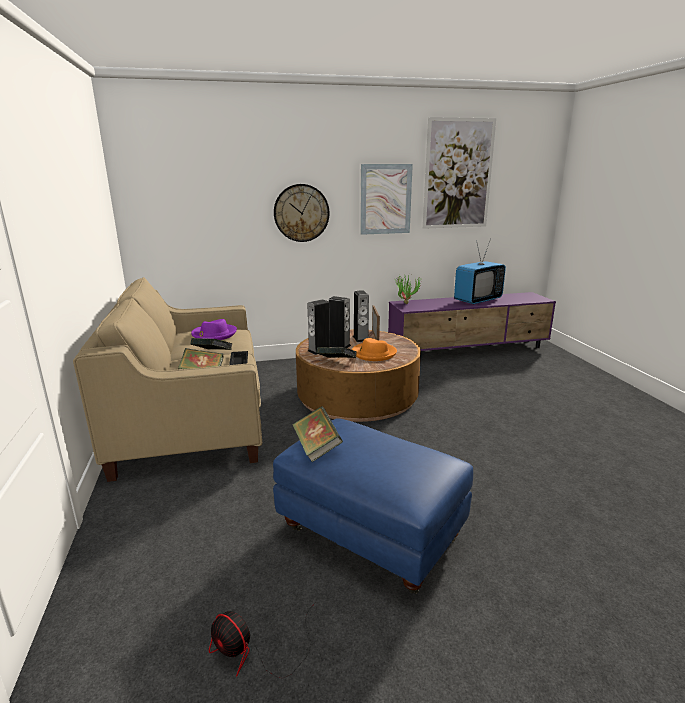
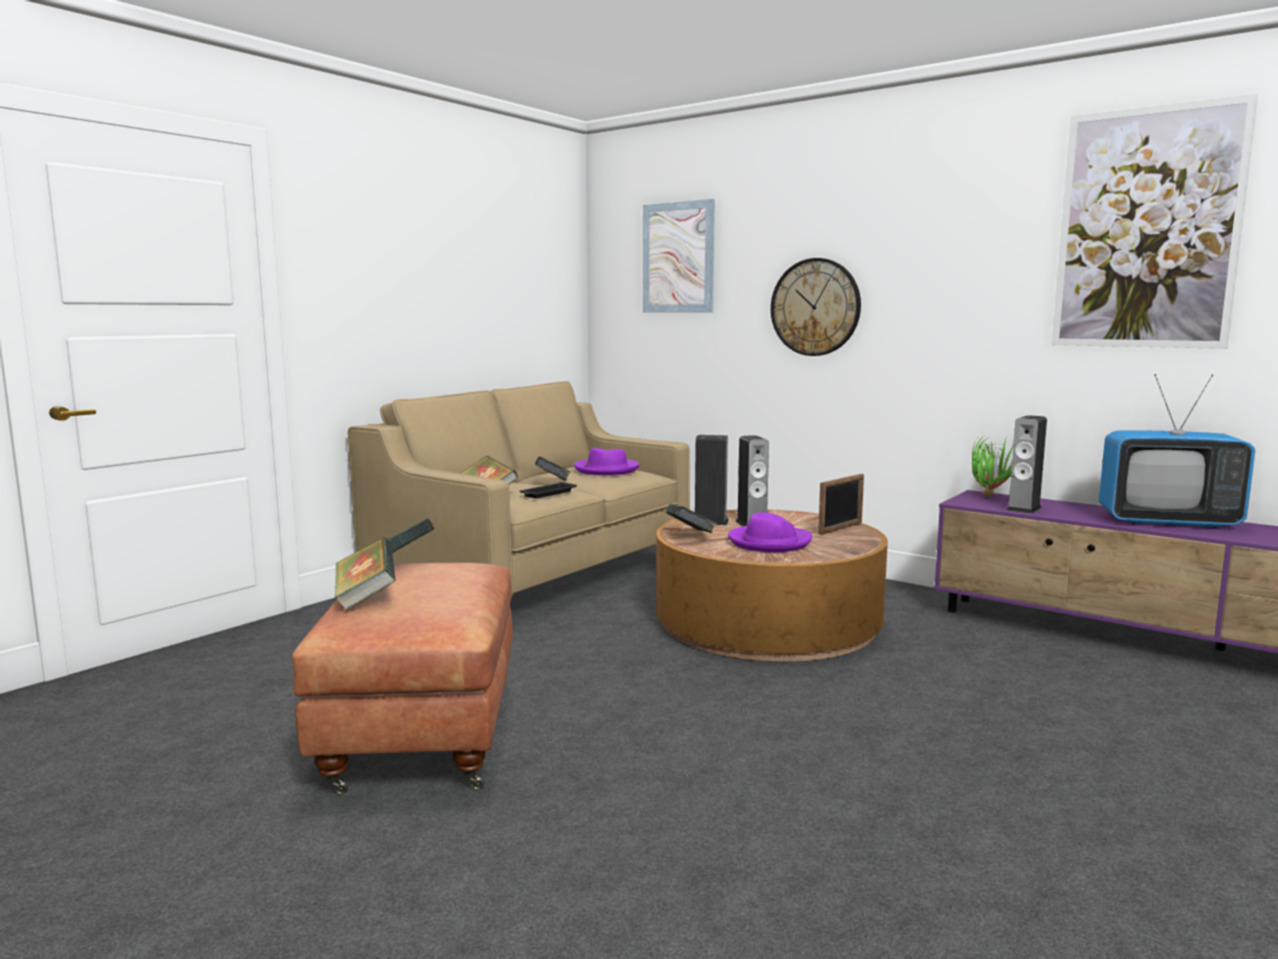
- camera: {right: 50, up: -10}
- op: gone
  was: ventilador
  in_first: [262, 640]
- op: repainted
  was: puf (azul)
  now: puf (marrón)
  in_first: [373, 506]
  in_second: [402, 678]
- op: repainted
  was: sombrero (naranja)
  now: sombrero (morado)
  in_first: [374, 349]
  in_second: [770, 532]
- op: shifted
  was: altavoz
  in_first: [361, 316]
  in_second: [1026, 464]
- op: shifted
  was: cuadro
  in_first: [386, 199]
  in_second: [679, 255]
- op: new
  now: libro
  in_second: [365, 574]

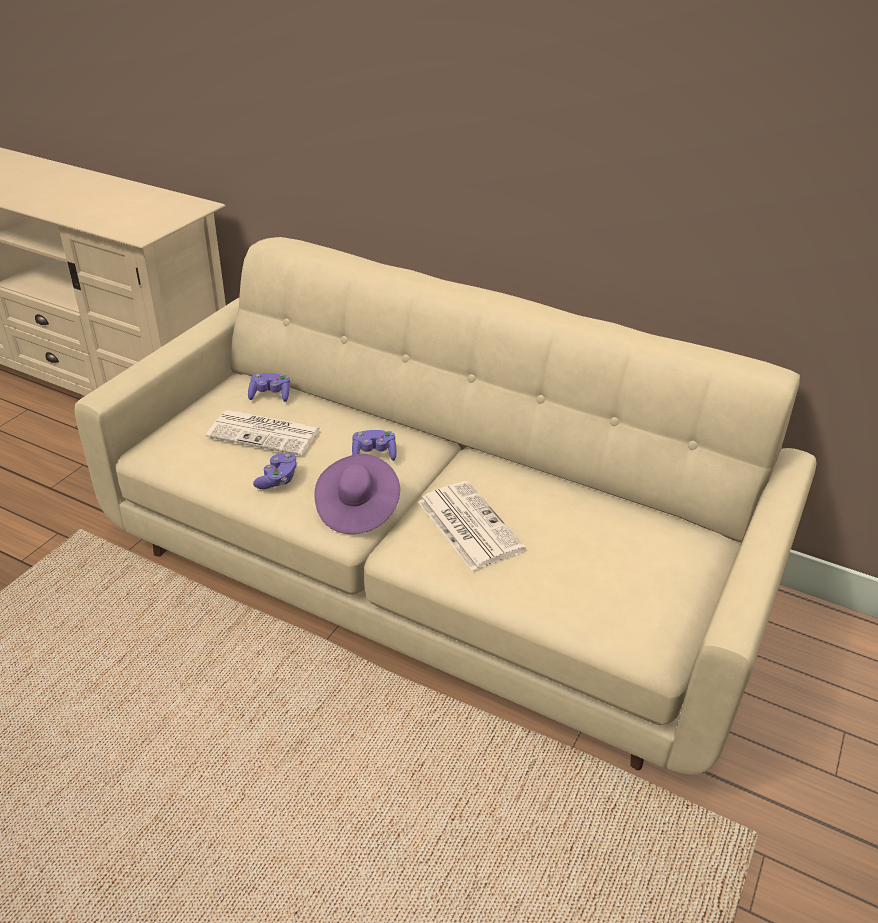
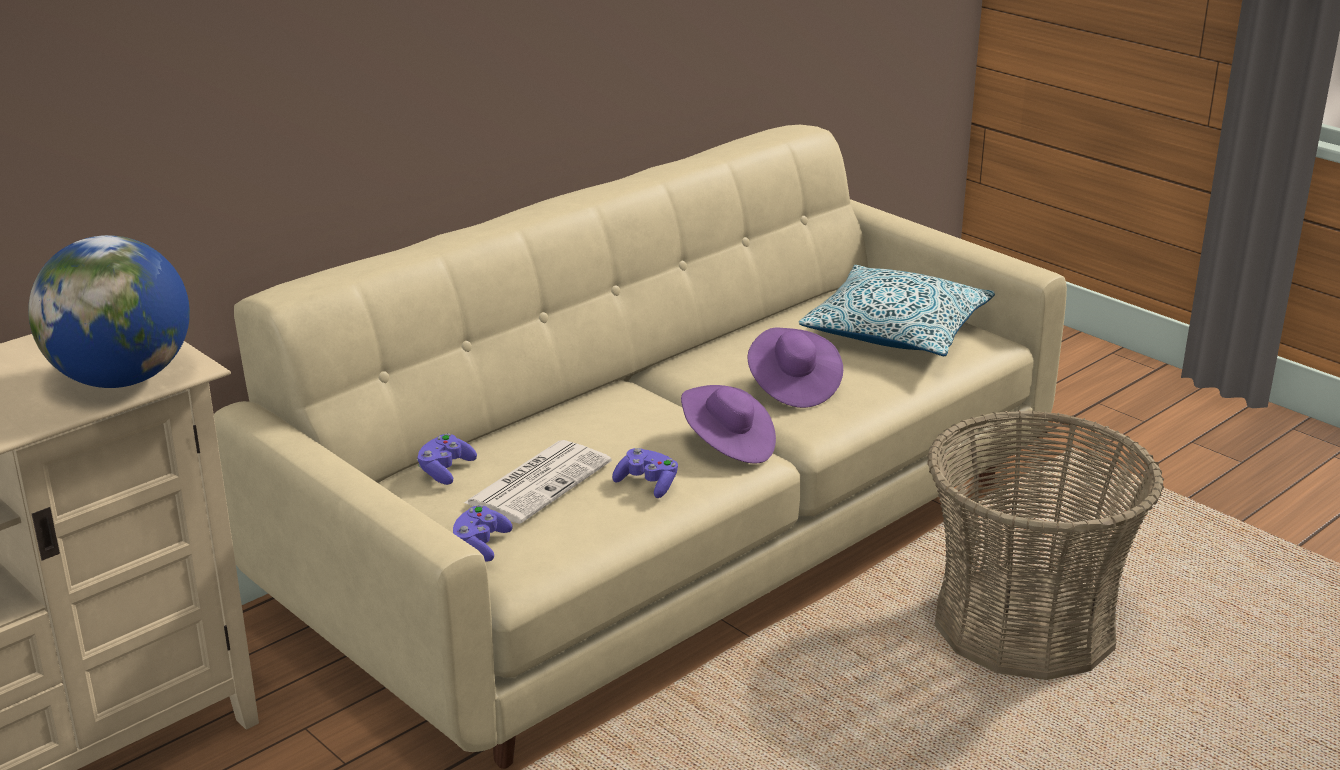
- camera: {right: -70, up: -10}
- op: shifted
  was: mando de consola (morado)
  in_first: [374, 445]
  in_second: [483, 533]
- op: swapped
  was: periódico
  now: sombrero (morado)
  in_first: [472, 526]
  in_second: [795, 368]
- op: new
  now: globo terráqueo
  in_second: [109, 311]
- op: new
  now: cojín
  in_second: [897, 310]
- op: new
  now: cesta
  in_second: [1045, 545]

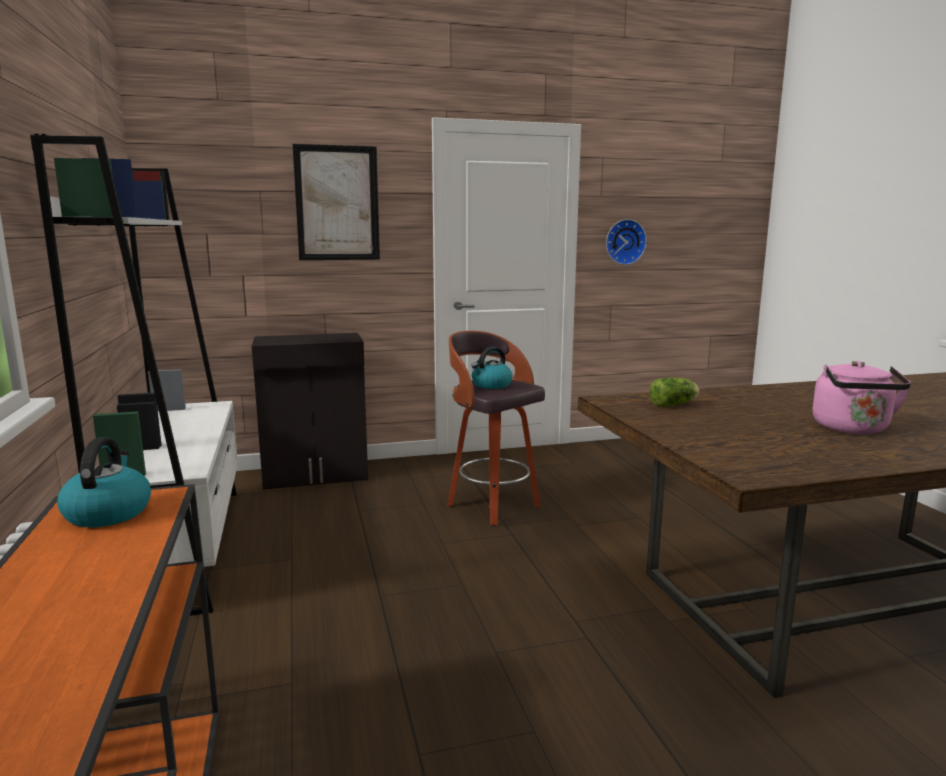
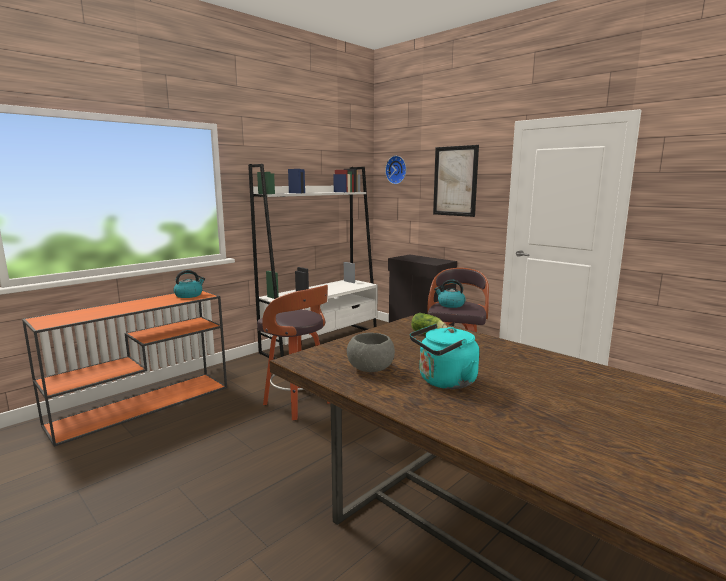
- camera: {right: 60, up: 0}
- op: shifted
  was: reloj de pared
  in_first: [626, 242]
  in_second: [395, 170]
- op: repainted
  was: hervidor (rosa)
  now: hervidor (turquesa)
  in_first: [862, 397]
  in_second: [444, 356]
- op: new
  now: taburete
  in_second: [293, 353]
- op: new
  now: cuenco (gris)
  in_second: [371, 352]

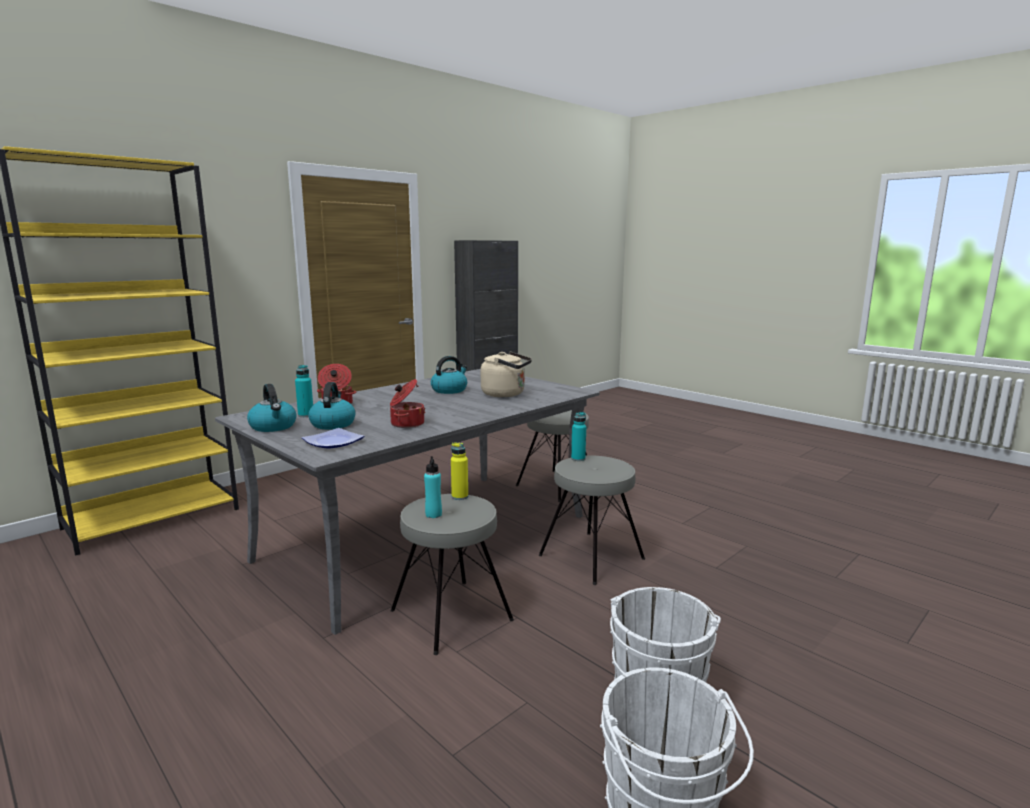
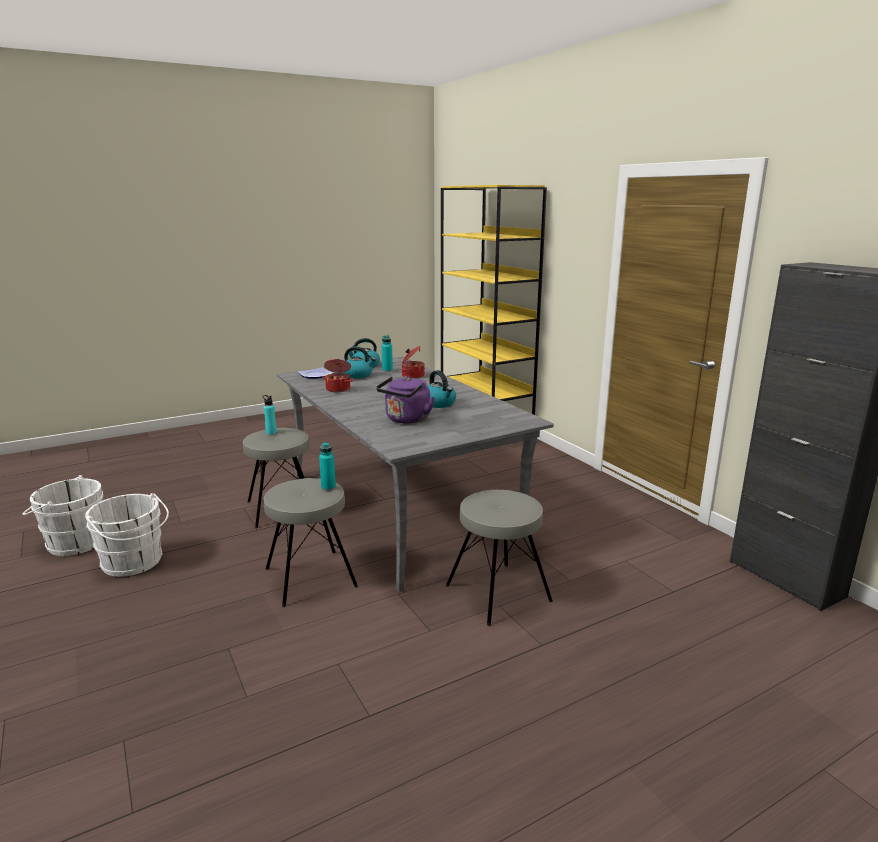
- camera: {right: 105, up: 5}
- op: gone
  was: botella (amarillo)
  in_first: [459, 471]
- op: repainted
  was: hervidor (beis)
  now: hervidor (morado)
  in_first: [506, 374]
  in_second: [405, 400]

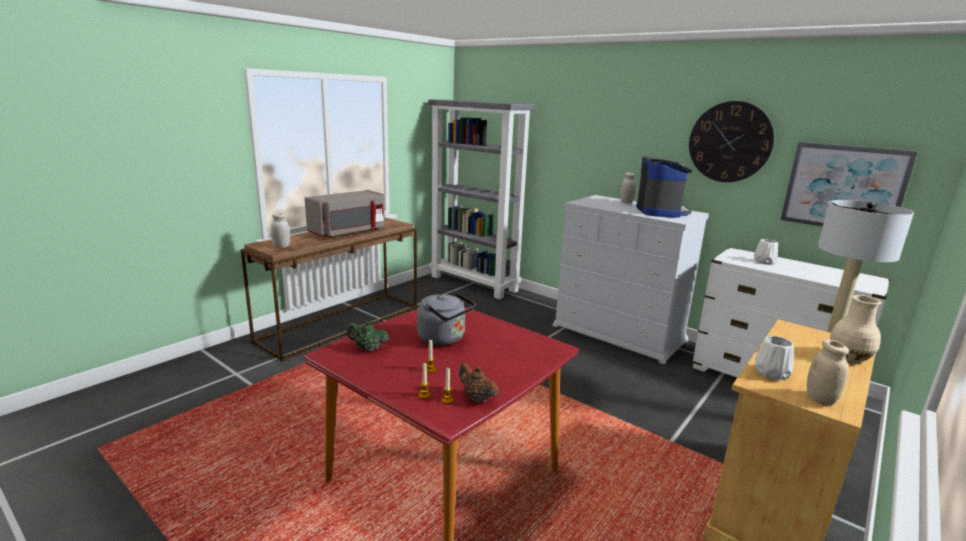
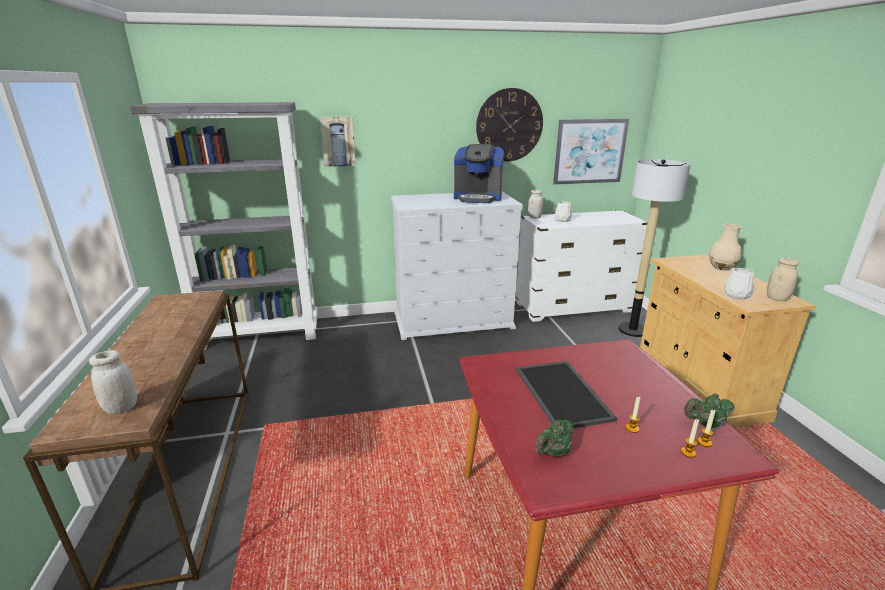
- camera: {right: -50, up: 5}
- op: gone
  was: microondas (gris)
  in_first: [345, 213]
- op: swapped
  was: hervidor (gris)
  now: bandeja
  in_first: [446, 319]
  in_second: [566, 394]
- op: repainted
  was: tetera (marrón)
  now: tetera (verde)
  in_first: [479, 383]
  in_second: [709, 411]
- op: shifted
  was: tarro (blanco)
  in_first: [628, 188]
  in_second: [535, 204]
- op: rotated
  was: cafetera
  in_first: [664, 187]
  in_second: [479, 173]
  clockwise: 150
- op: new
  now: cuadro
  in_second: [338, 141]

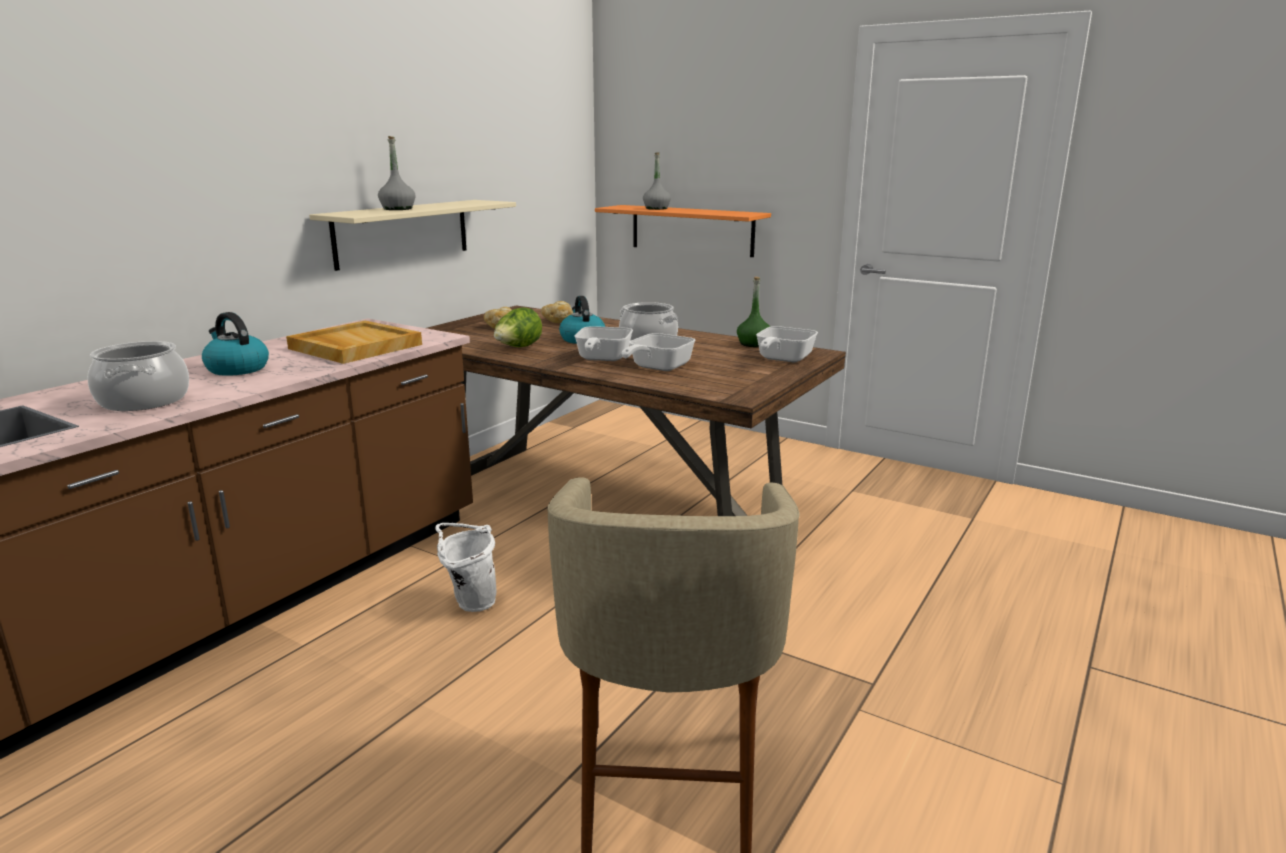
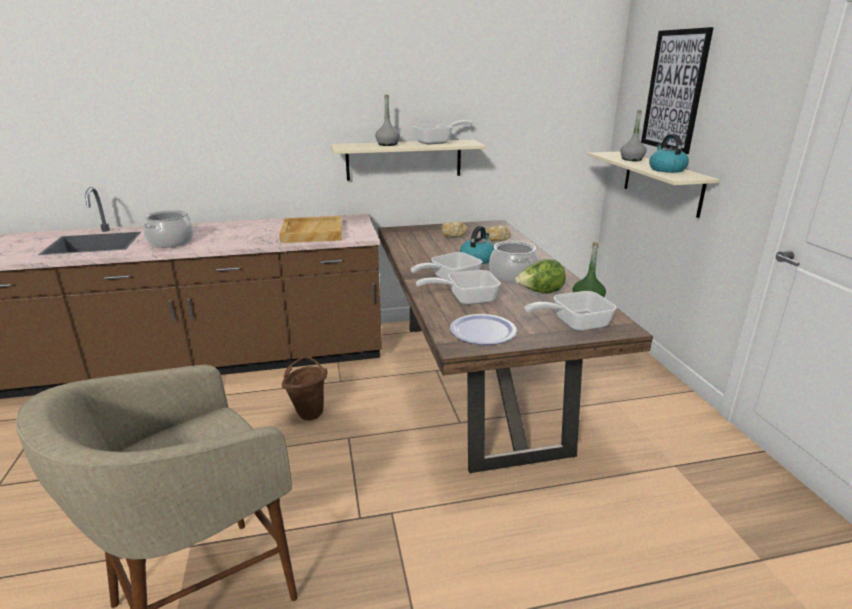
- camera: {right: 45, up: 5}
- op: shifted
  was: hervidor
  in_first: [235, 344]
  in_second: [669, 153]
- op: repainted
  was: cubo (blanco)
  now: cubo (marrón)
  in_first: [466, 567]
  in_second: [305, 389]
- op: shifted
  was: lechuga
  in_first: [518, 327]
  in_second: [540, 276]
- op: repainted
  was: estante (naranja)
  now: estante (beis)
  in_first: [683, 231]
  in_second: [653, 184]
- op: new
  now: sartén
  in_second: [442, 132]
- op: new
  now: plato
  in_second: [483, 329]
- op: new
  now: cuadro
  in_second: [677, 90]

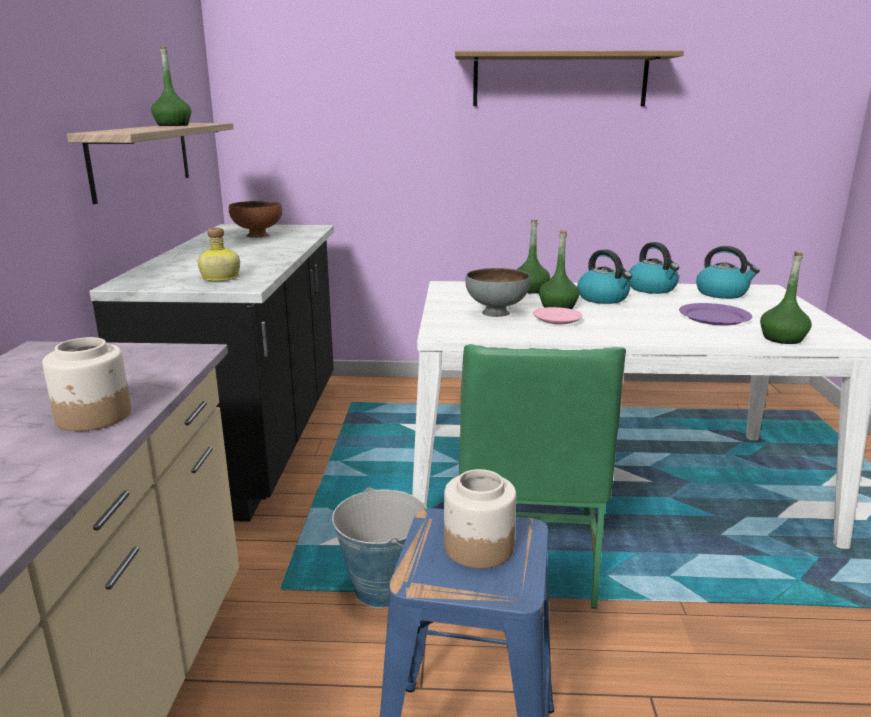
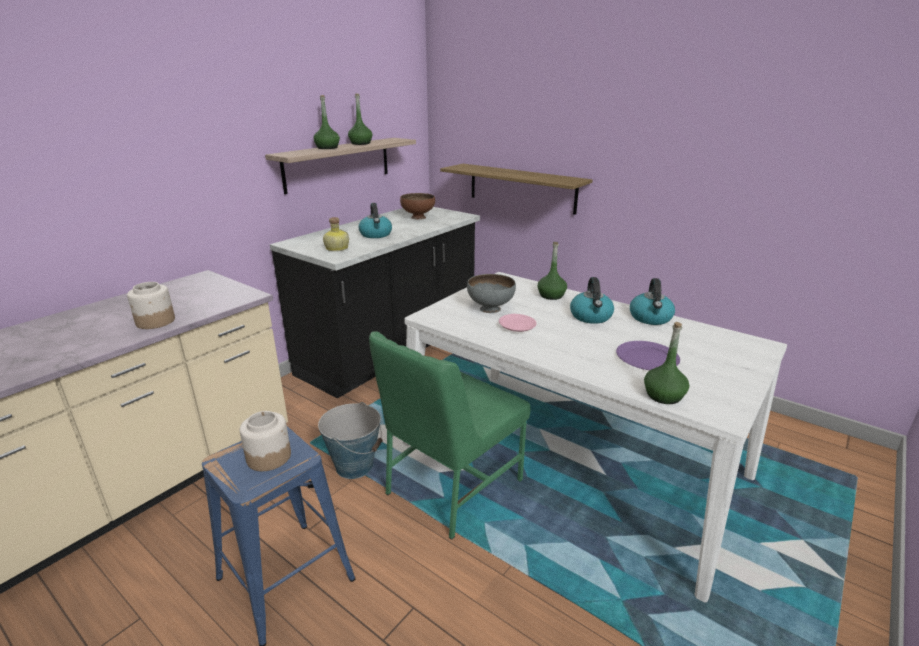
- camera: {right: 35, up: 5}
- op: shifted
  was: estante
  in_first: [569, 78]
  in_second: [516, 189]
- op: shifted
  was: botella (verde)
  in_first: [559, 269]
  in_second: [326, 122]
- op: shifted
  was: hervidor
  in_first: [728, 272]
  in_second: [375, 220]

